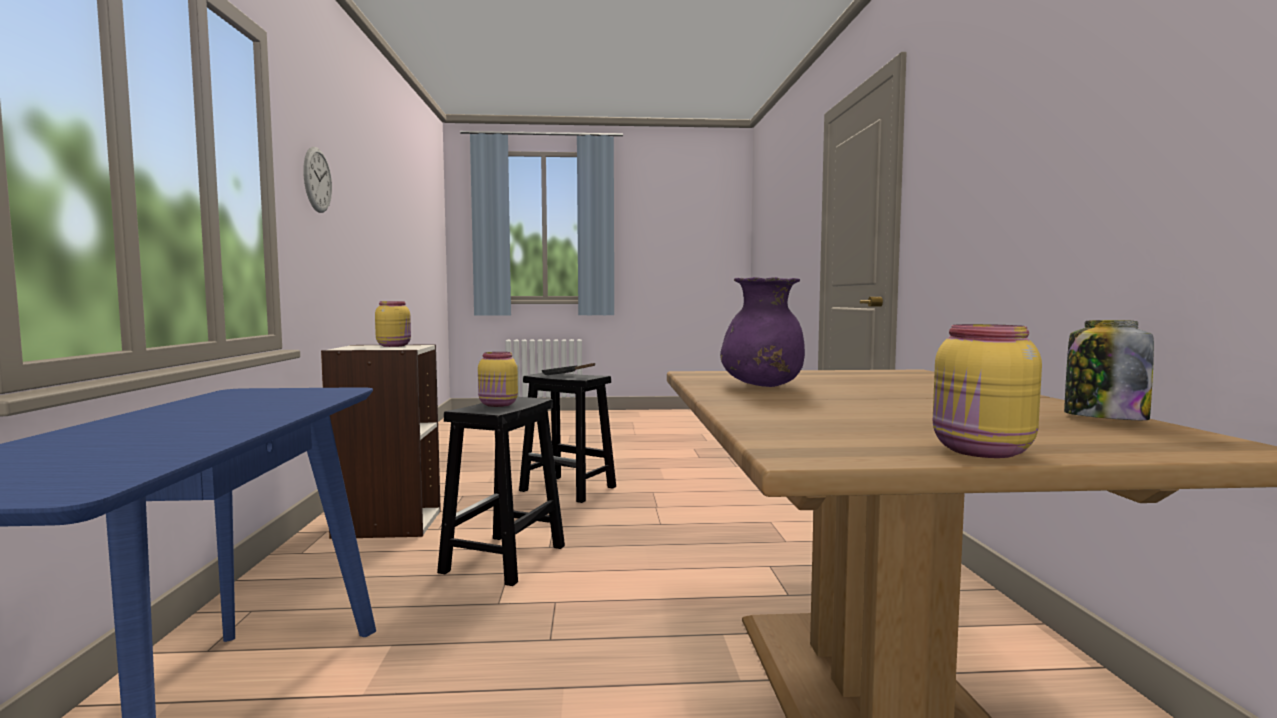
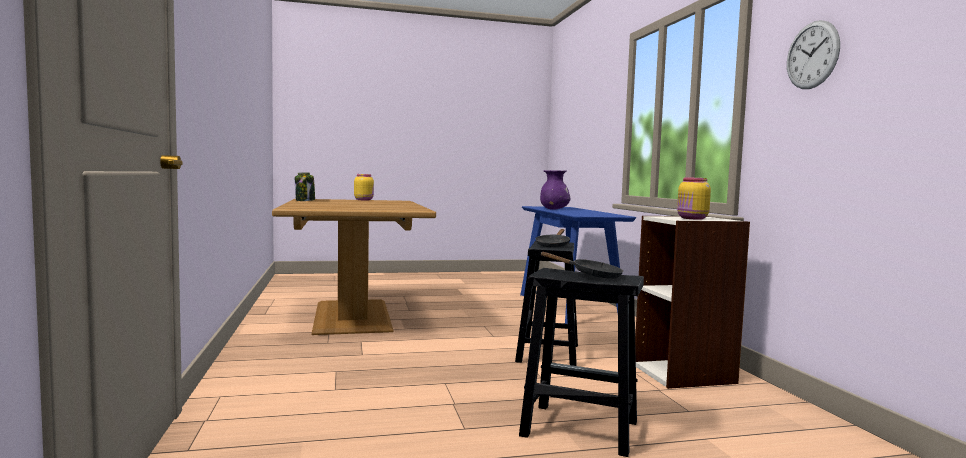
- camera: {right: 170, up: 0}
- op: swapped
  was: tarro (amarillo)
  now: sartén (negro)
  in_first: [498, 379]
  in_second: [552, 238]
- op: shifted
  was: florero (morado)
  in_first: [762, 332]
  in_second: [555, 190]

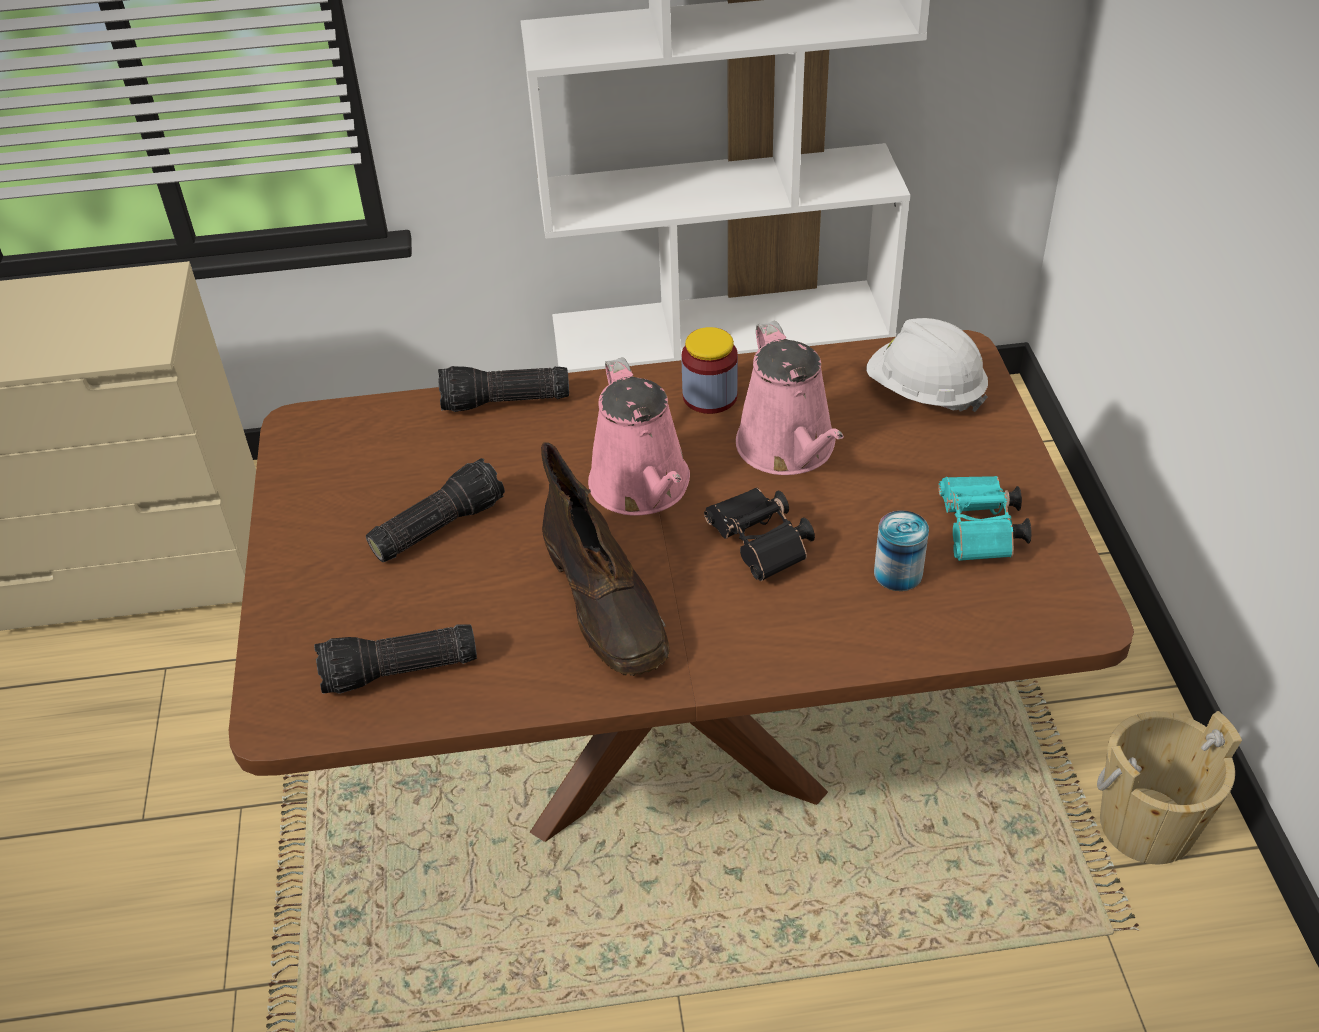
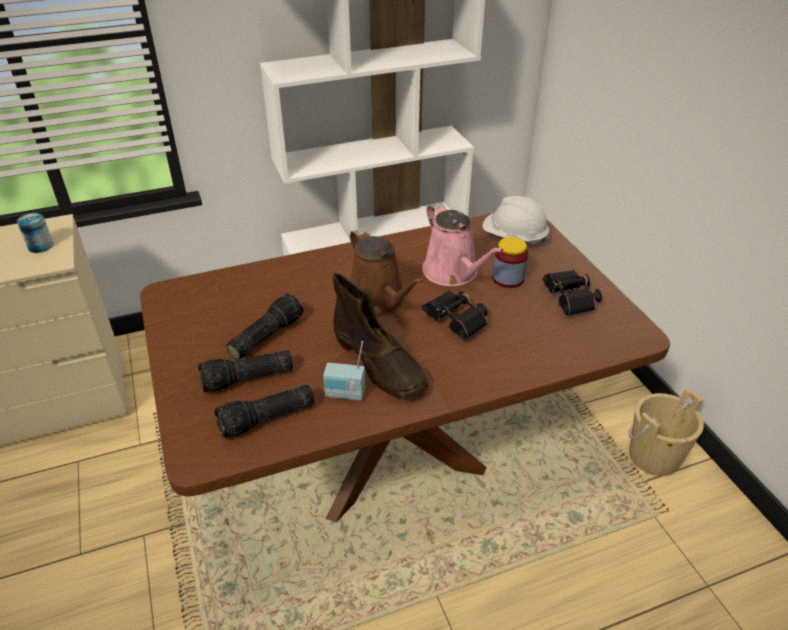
- camera: {right: -15, up: -5}
- op: shifted
  was: linterna
  in_first: [503, 389]
  in_second: [245, 371]
- op: repainted
  was: regadera (rosa)
  now: regadera (marrón)
  in_first: [639, 436]
  in_second: [386, 272]
- op: shifted
  was: tarro
  in_first: [709, 370]
  in_second: [510, 262]
- op: shifted
  was: lata
  in_first: [901, 550]
  in_second: [35, 233]
- op: repainted
  was: prismáticos (turquesa)
  now: prismáticos (negro)
  in_first: [985, 518]
  in_second: [572, 293]
- op: new
  now: radio
  in_second: [344, 370]

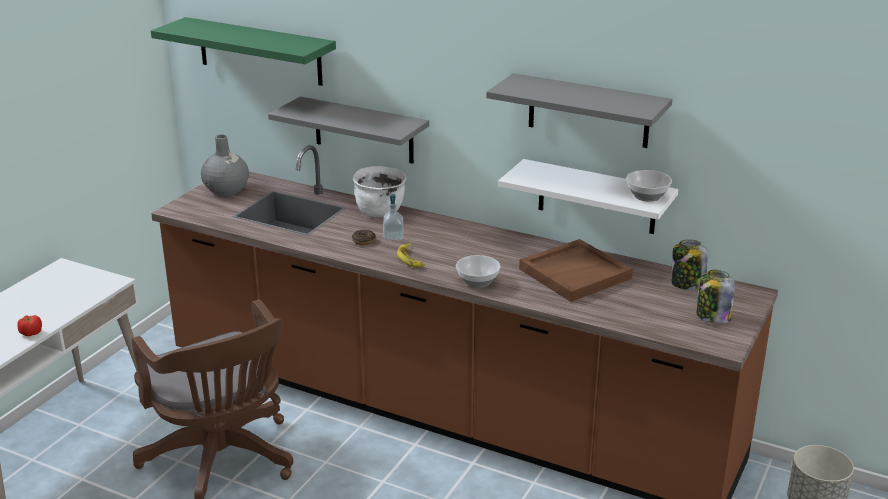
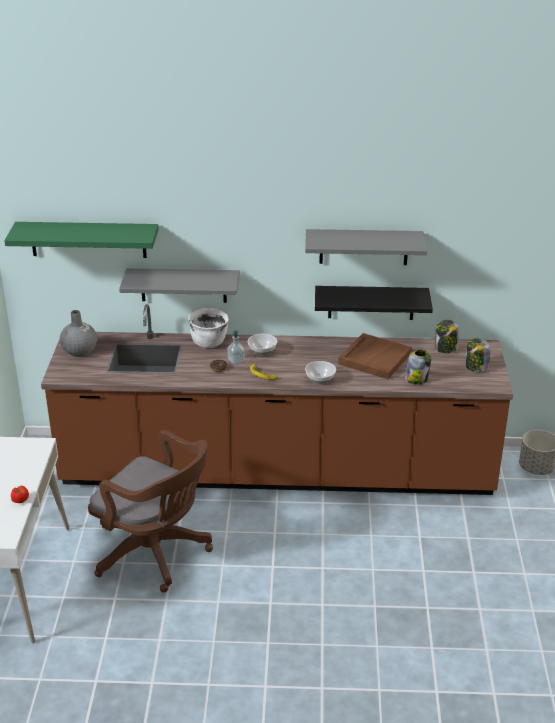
- camera: {right: -25, up: 5}
- op: repainted
  was: estante (blanco)
  now: estante (negro)
  in_first: [588, 196]
  in_second: [374, 303]
- op: shifted
  was: cuenco
  in_first: [649, 186]
  in_second: [262, 345]
- op: new
  now: tarro
  in_second: [418, 367]

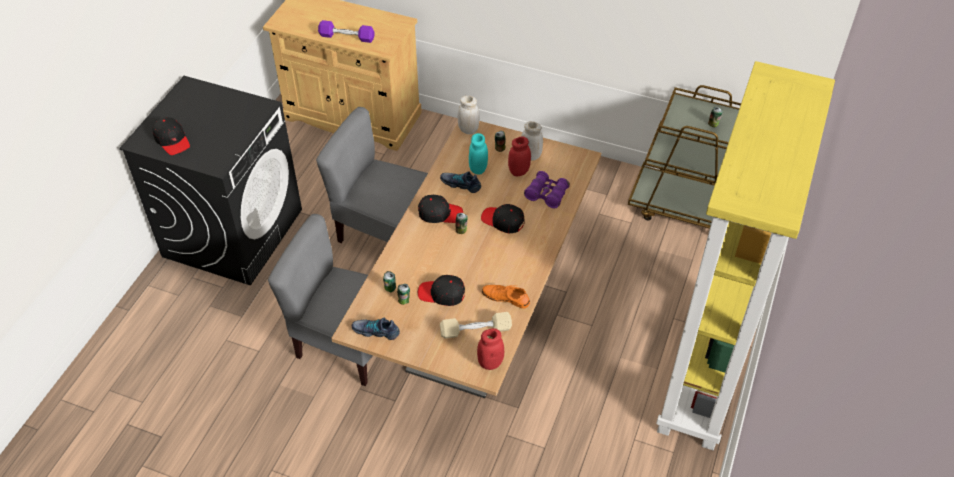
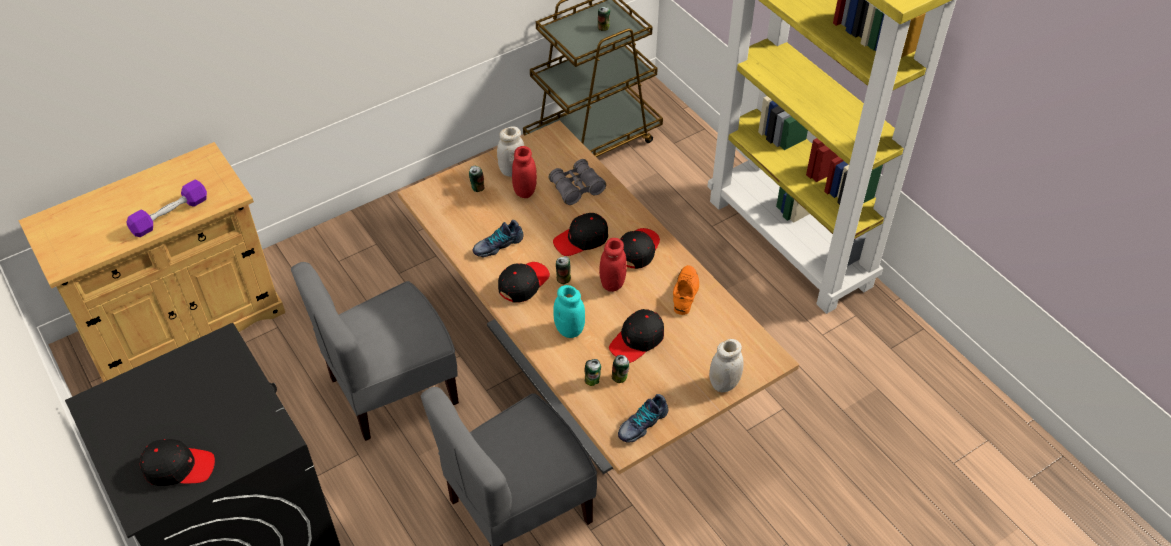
- camera: {right: -55, up: 0}
- op: gone
  was: mancuerna (beis)
  in_first: [476, 325]
- op: shifted
  was: tarro (blanco)
  in_first: [469, 114]
  in_second: [726, 365]
- op: shifted
  was: tarro (turquesa)
  in_first: [478, 154]
  in_second: [569, 311]
- op: shifted
  was: tarro (rojo)
  in_first: [490, 349]
  in_second: [613, 265]
- op: rotated
  was: zapato (naranja)
  in_first: [506, 296]
  in_second: [686, 290]
  clockwise: 135
- op: repainted
  was: prismáticos (morado)
  now: prismáticos (gris)
  in_first: [547, 189]
  in_second: [577, 182]
- op: new
  now: gorra (negro)
  in_second: [640, 248]

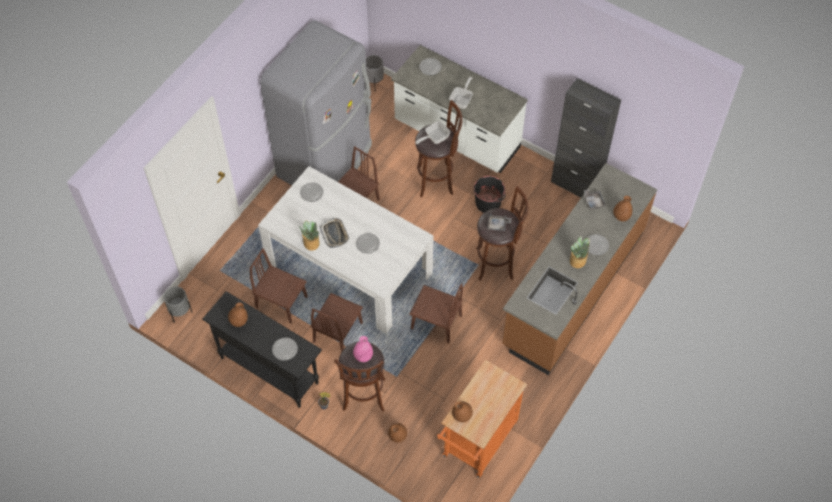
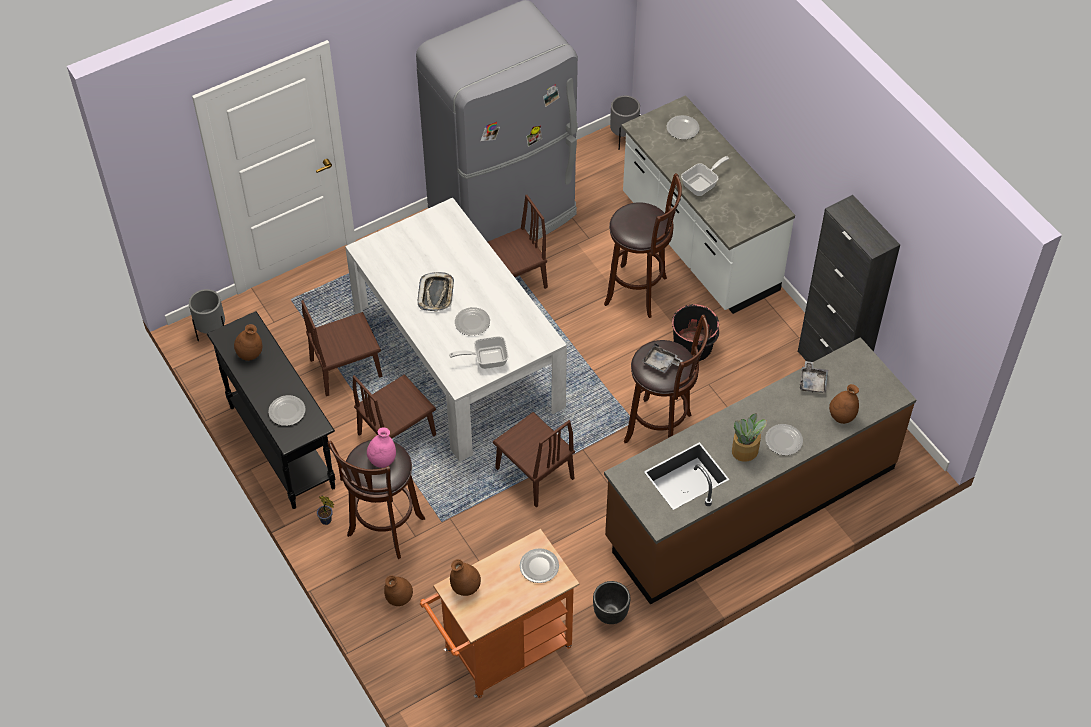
- camera: {right: 25, up: -5}
- op: rotated
  was: silla (marrón)
  in_first: [279, 285]
  in_second: [342, 348]
  clockwise: -75
- op: gone
  was: planta en maceta
  in_first: [309, 235]
- op: shifted
  was: plato
  in_first: [311, 192]
  in_second: [539, 565]
- op: shifted
  was: sartén
  in_first: [433, 132]
  in_second: [479, 352]
- op: new
  now: maceta (negro)
  in_second: [611, 602]

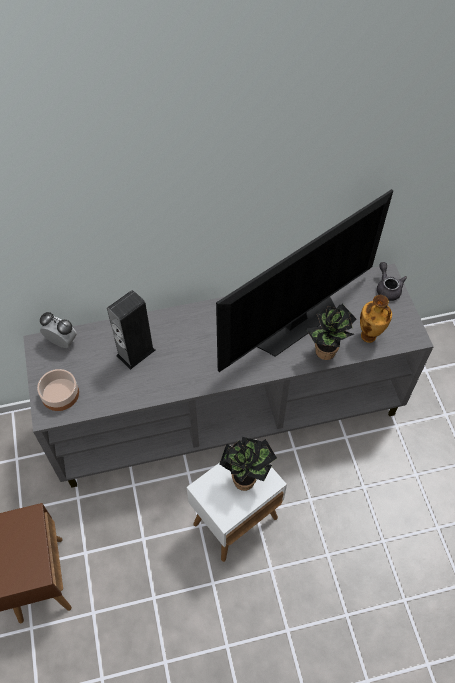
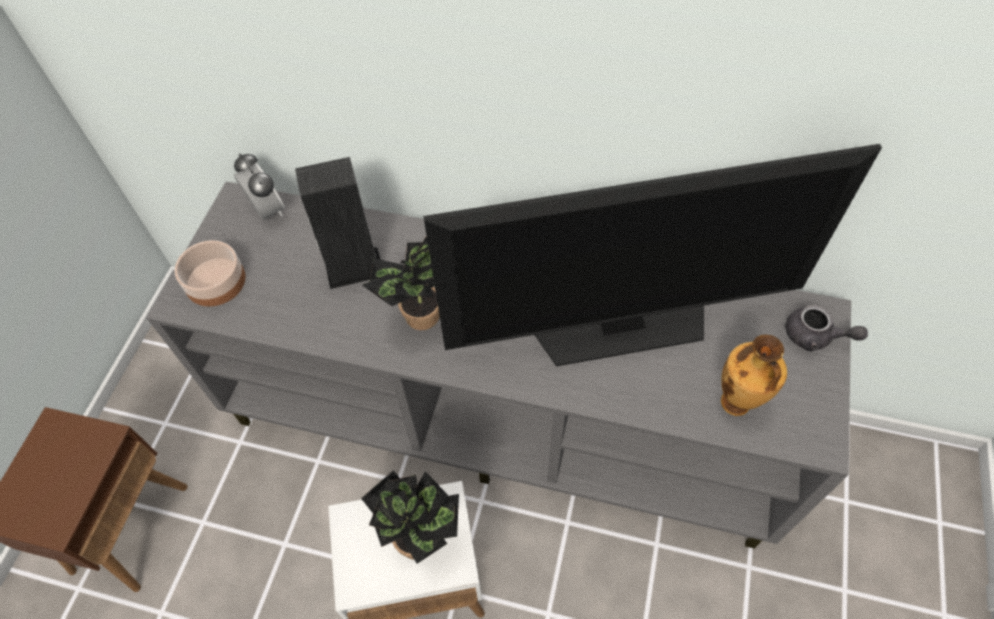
- camera: {right: 30, up: 0}
- op: shifted
  was: planta en maceta
  in_first: [331, 332]
  in_second: [401, 283]
- op: rotated
  was: tetera (gris)
  in_first: [392, 281]
  in_second: [827, 328]
  clockwise: 105

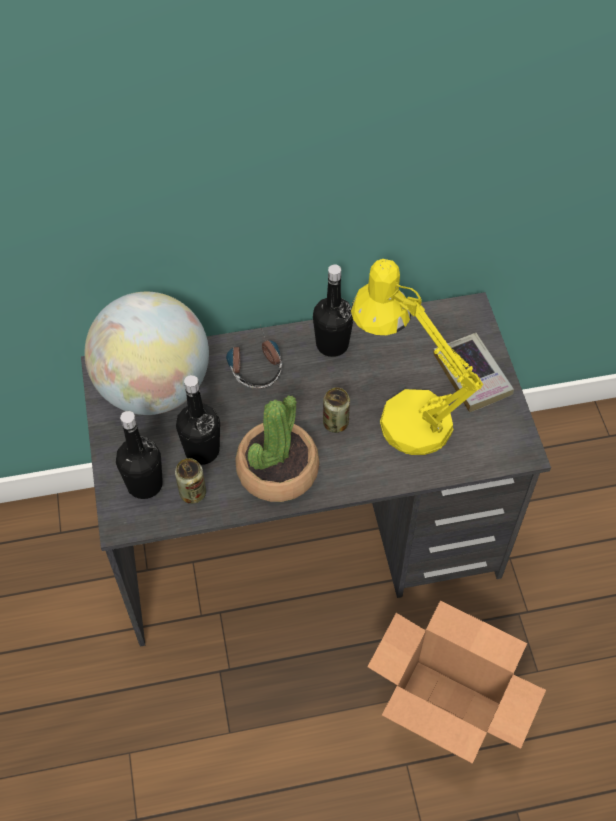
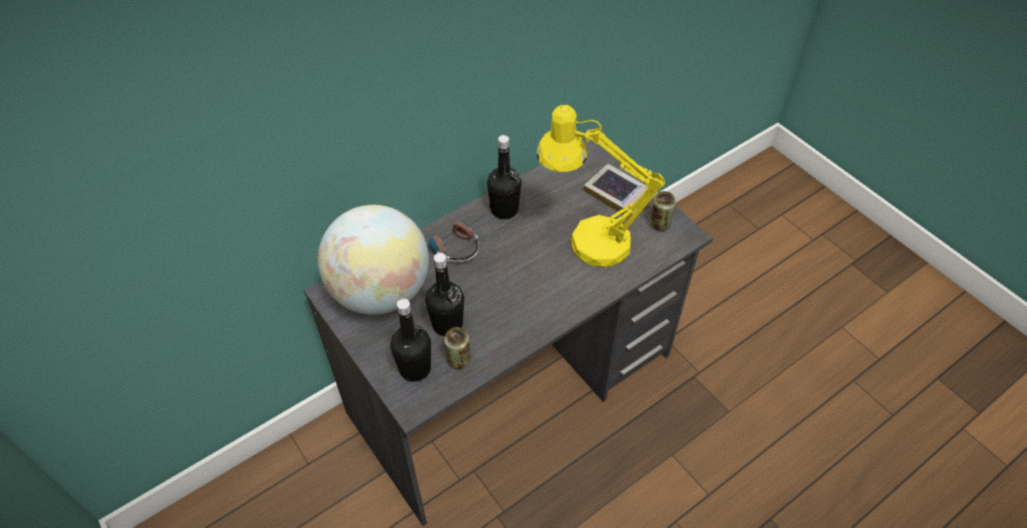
- camera: {right: -25, up: -5}
- op: gone
  was: planta en maceta
  in_first: [277, 448]
- op: shifted
  was: lata
  in_first: [336, 410]
  in_second: [663, 211]
- op: gone
  was: caja de cartón
  in_first: [456, 682]

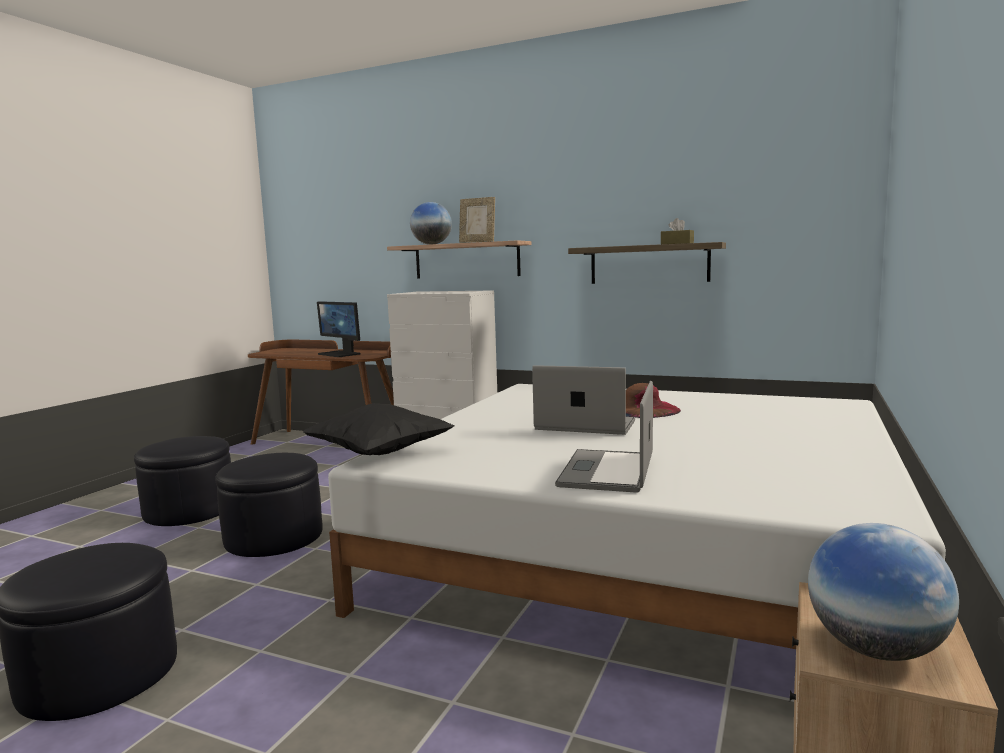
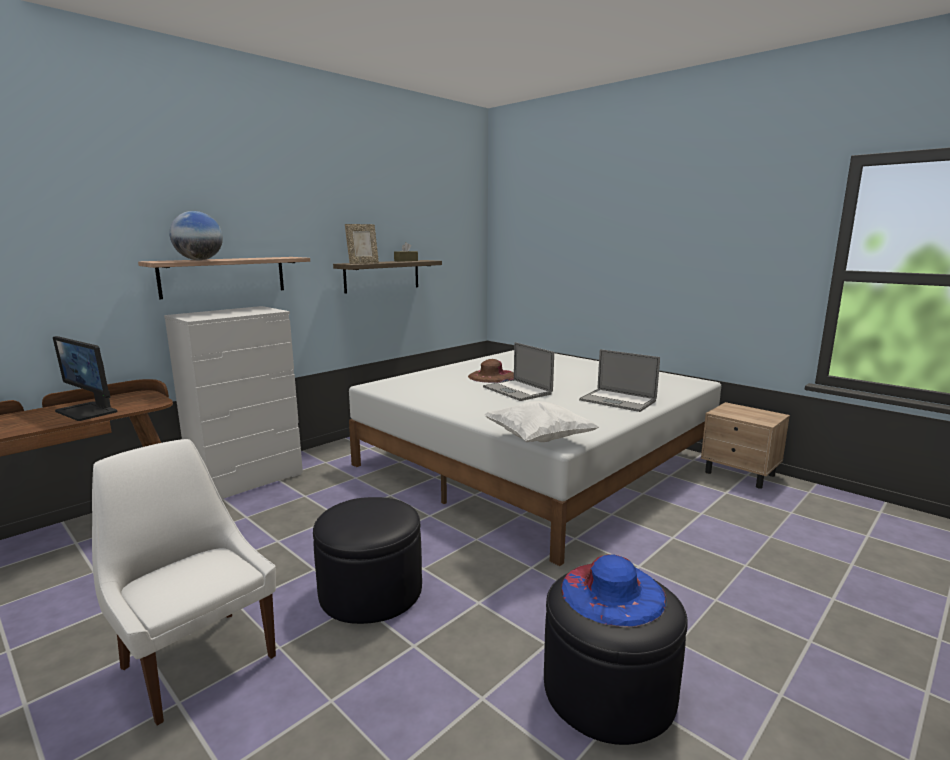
- camera: {right: -70, up: 5}
- op: swapped
  was: puf (negro)
  now: silla (blanco)
  in_first: [182, 481]
  in_second: [184, 582]
- op: repainted
  was: cojín (negro)
  now: cojín (blanco)
  in_first: [379, 429]
  in_second: [541, 421]
- op: rotated
  was: monitor
  in_first: [339, 329]
  in_second: [85, 378]
  clockwise: 60
- op: shifted
  was: portarretratos
  in_first: [477, 220]
  in_second: [362, 244]
- op: rotated
  was: portátil
  in_first: [583, 400]
  in_second: [518, 371]
  clockwise: -75
- op: gone
  was: globo terráqueo
  in_first: [883, 592]
- op: new
  now: sombrero (azul)
  in_second: [614, 590]

